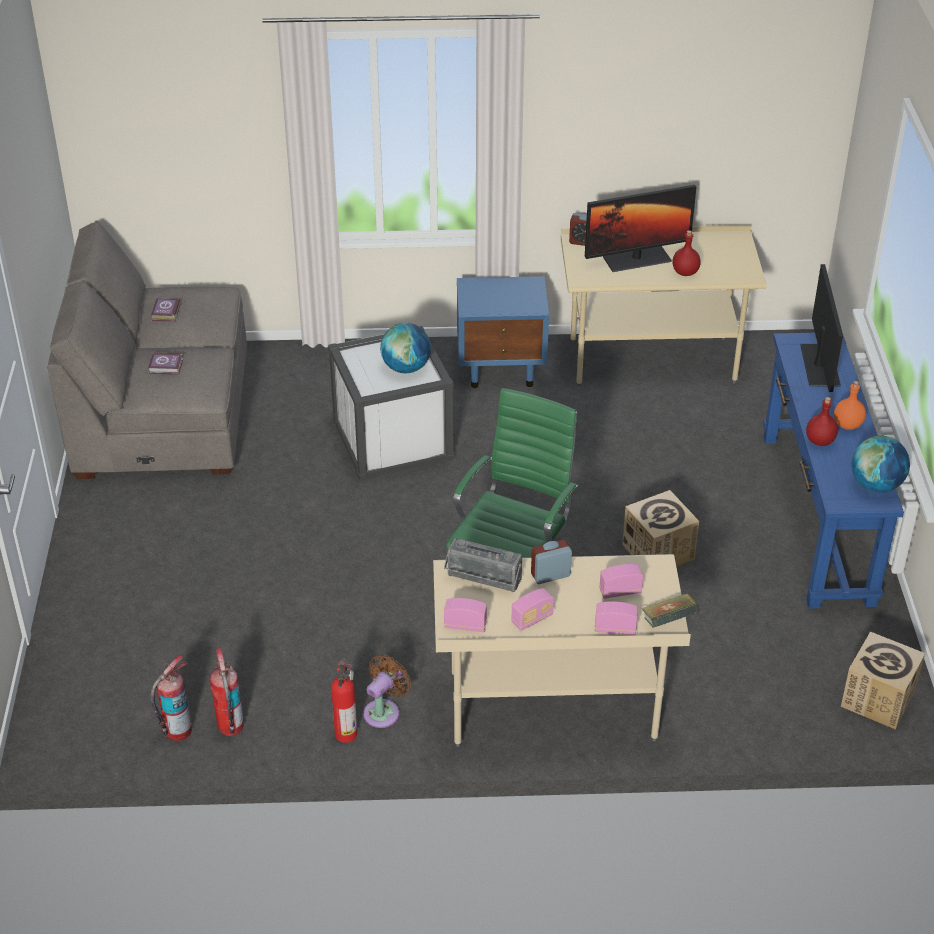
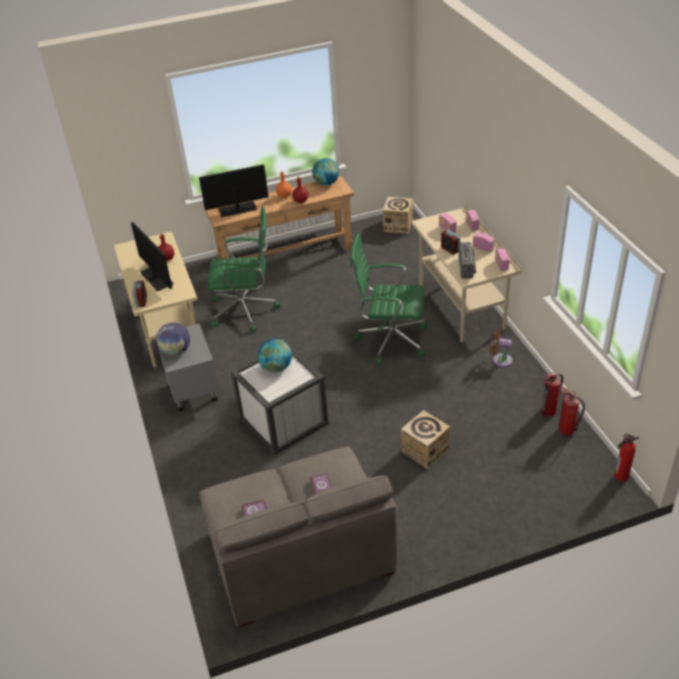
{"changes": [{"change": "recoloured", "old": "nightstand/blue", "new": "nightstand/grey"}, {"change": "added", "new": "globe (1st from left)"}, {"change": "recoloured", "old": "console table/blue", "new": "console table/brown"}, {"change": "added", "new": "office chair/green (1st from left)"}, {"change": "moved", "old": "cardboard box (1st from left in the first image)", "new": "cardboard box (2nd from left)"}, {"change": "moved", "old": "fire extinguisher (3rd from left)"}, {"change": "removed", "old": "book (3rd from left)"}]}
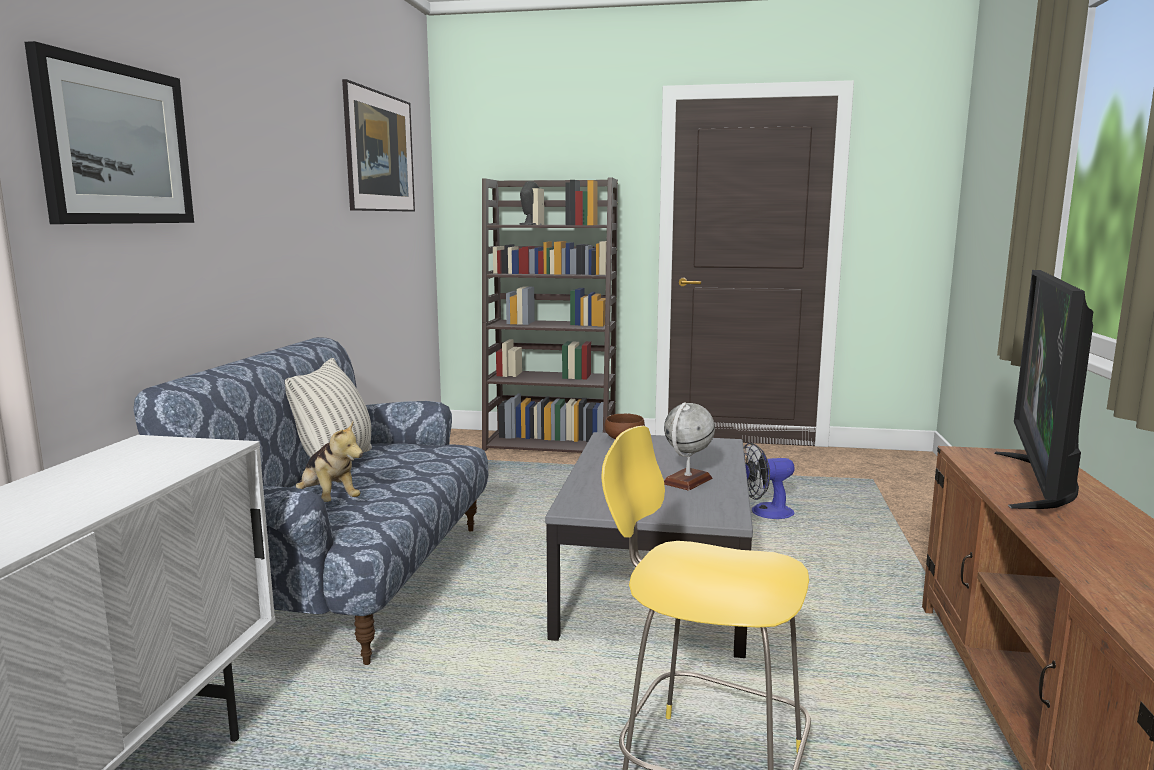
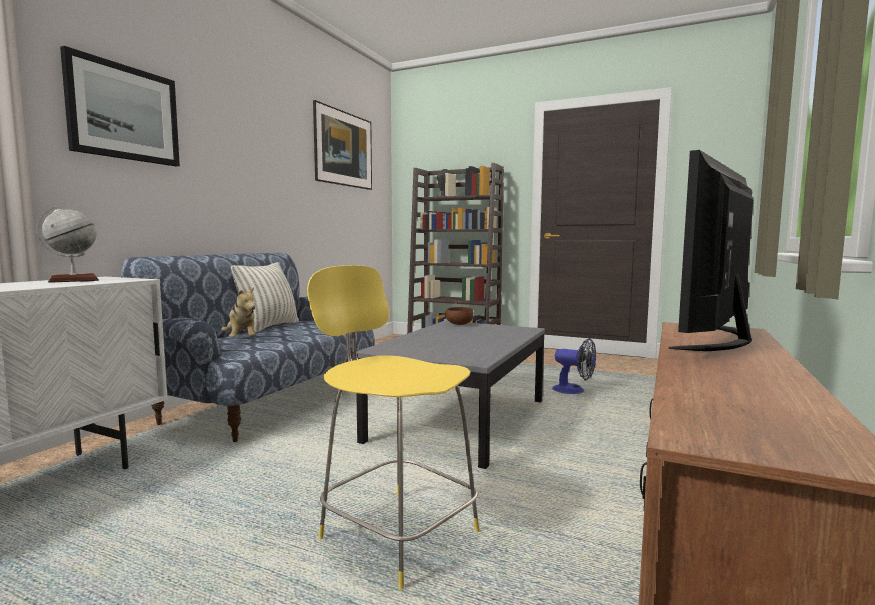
{"changes": [{"change": "moved", "old": "globe"}, {"change": "turned", "old": "fan", "degrees": -150}]}
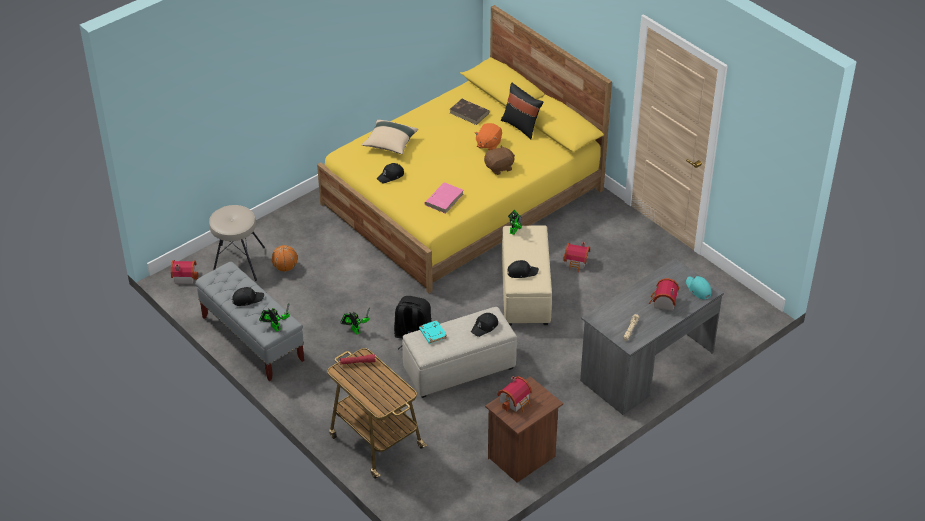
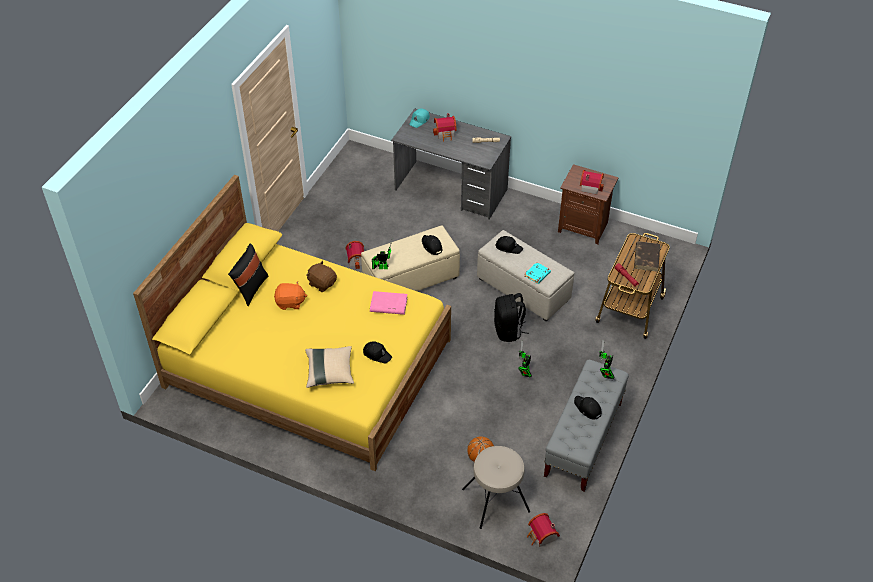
{"changes": [{"change": "moved", "old": "book/brown"}]}
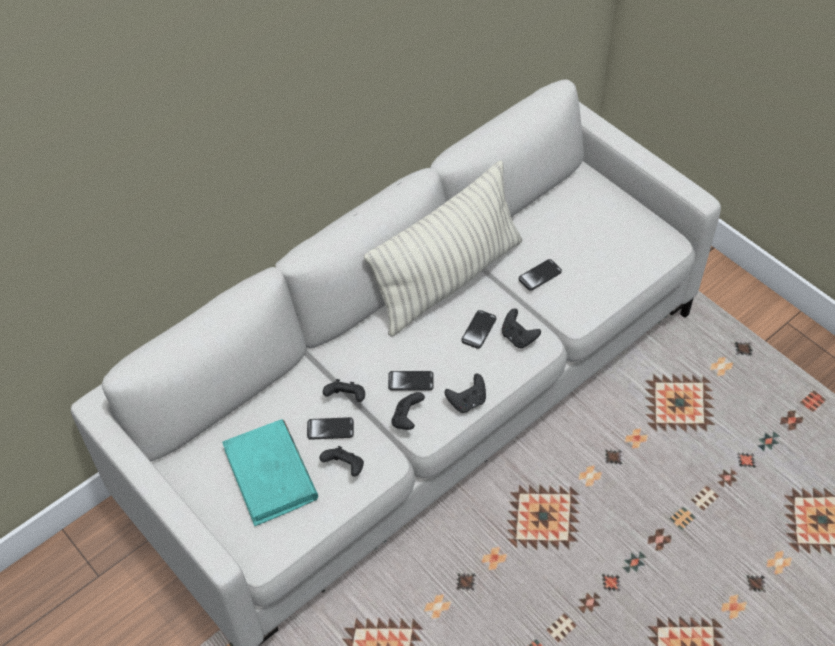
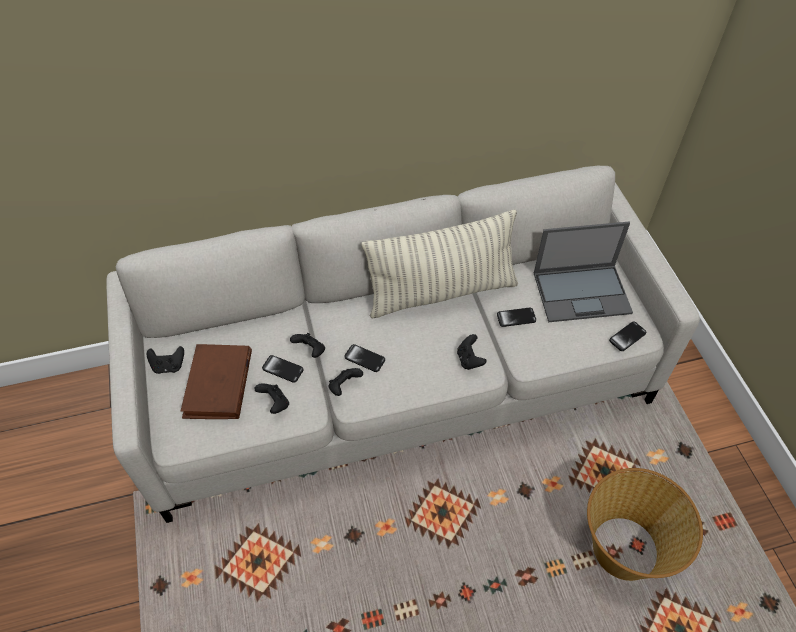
{"changes": [{"change": "moved", "old": "game controller/black (4th from left in the first image)", "new": "game controller/black (1st from left)"}, {"change": "recoloured", "old": "book/turquoise", "new": "book/brown"}, {"change": "added", "new": "laptop"}, {"change": "added", "new": "basket"}, {"change": "moved", "old": "phone (3rd from left in the first image)", "new": "phone (4th from left)"}]}
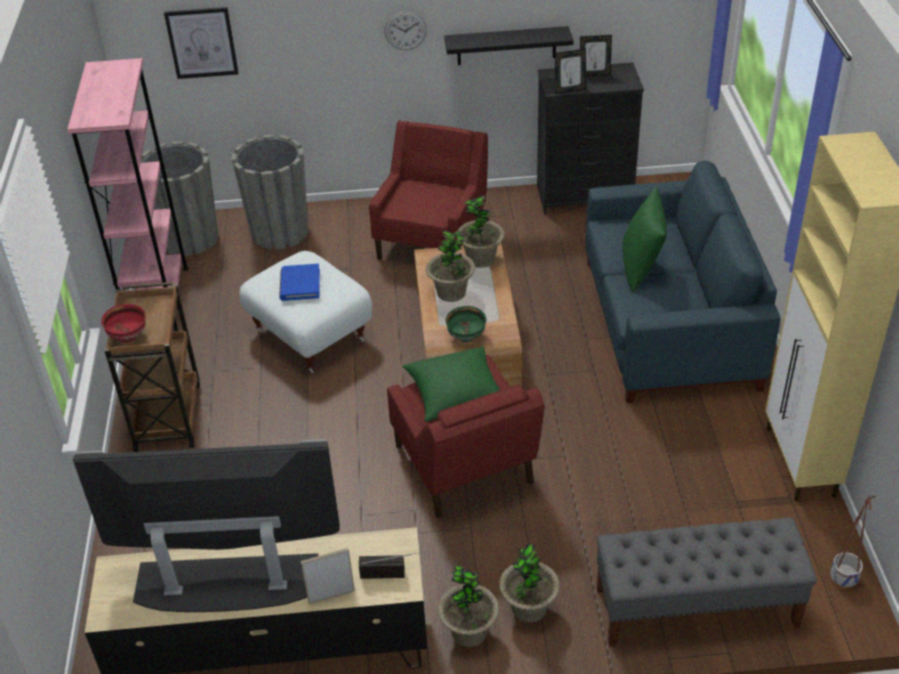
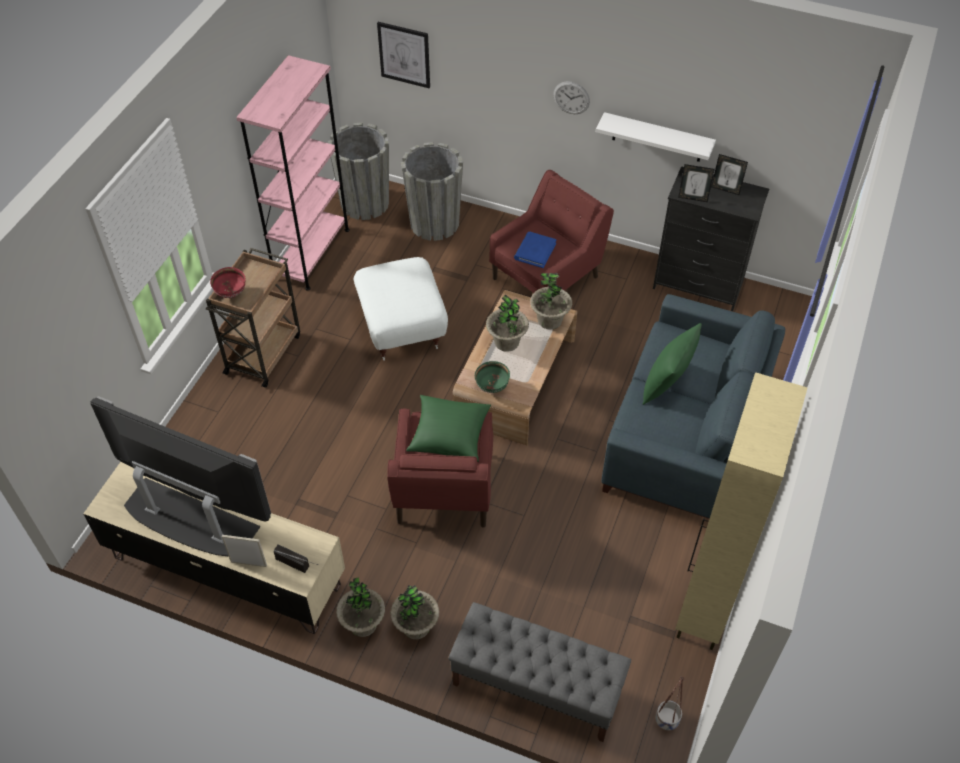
{"changes": [{"change": "moved", "old": "book/blue"}, {"change": "recoloured", "old": "shelf/black", "new": "shelf/white"}]}
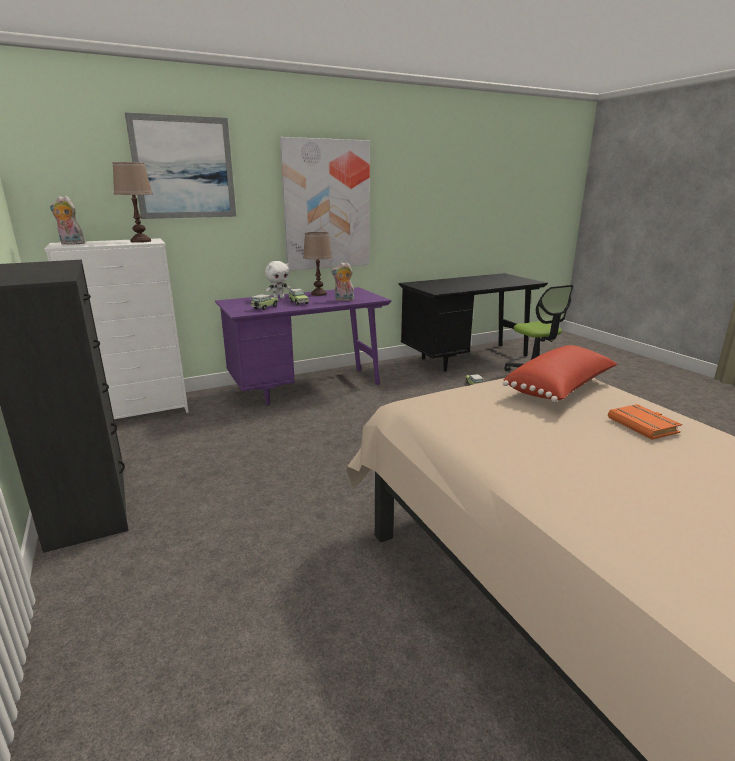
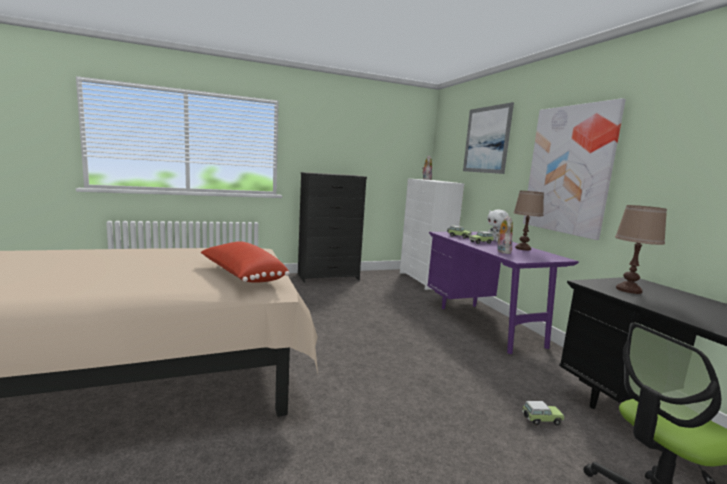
{"changes": [{"change": "moved", "old": "table lamp/brown (1st from left in the first image)", "new": "table lamp/brown (2nd from left)"}, {"change": "removed", "old": "book/orange"}]}
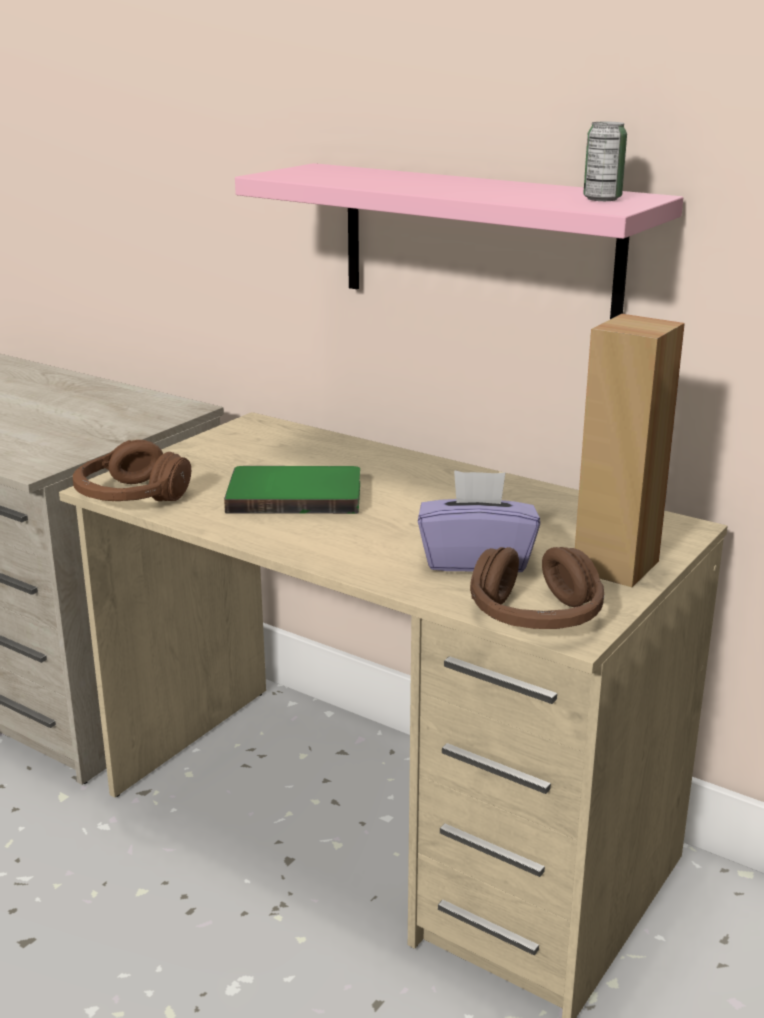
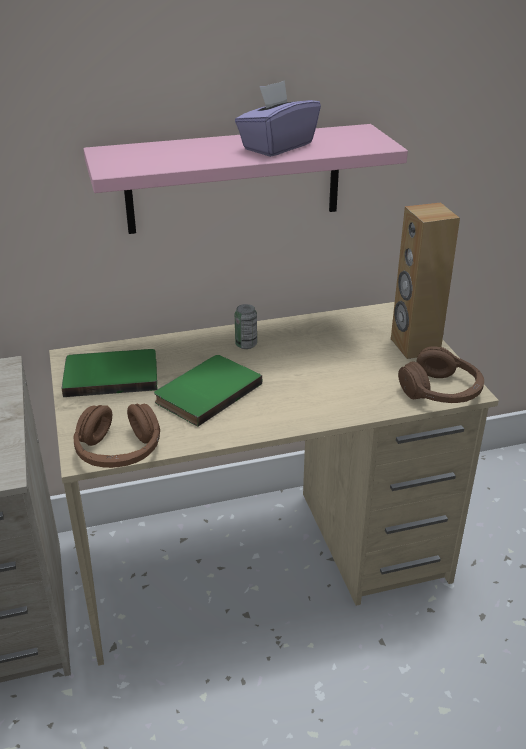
{"changes": [{"change": "added", "new": "book/green (1st from left)"}, {"change": "moved", "old": "tissue box/purple"}, {"change": "moved", "old": "can"}]}
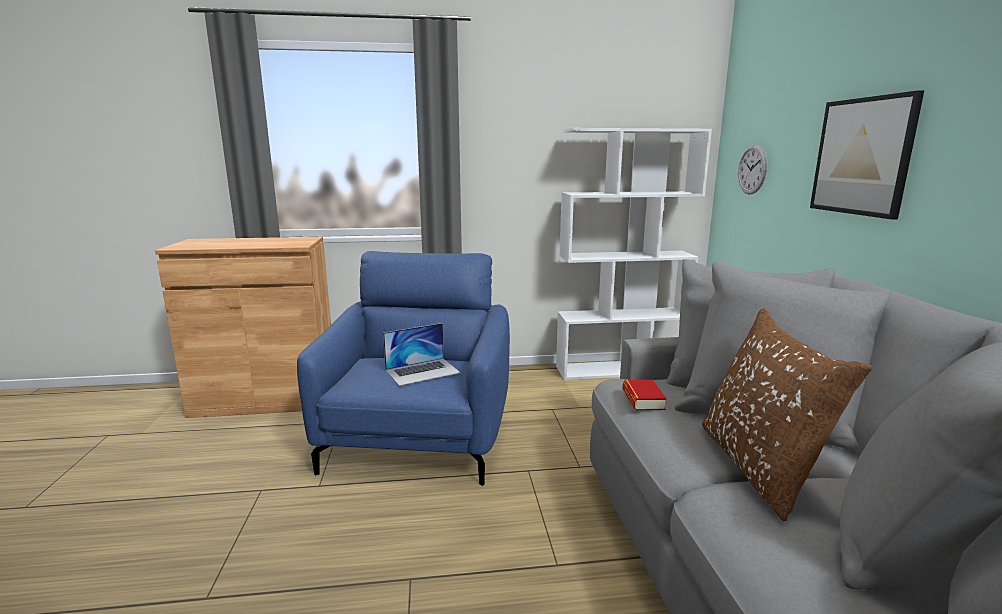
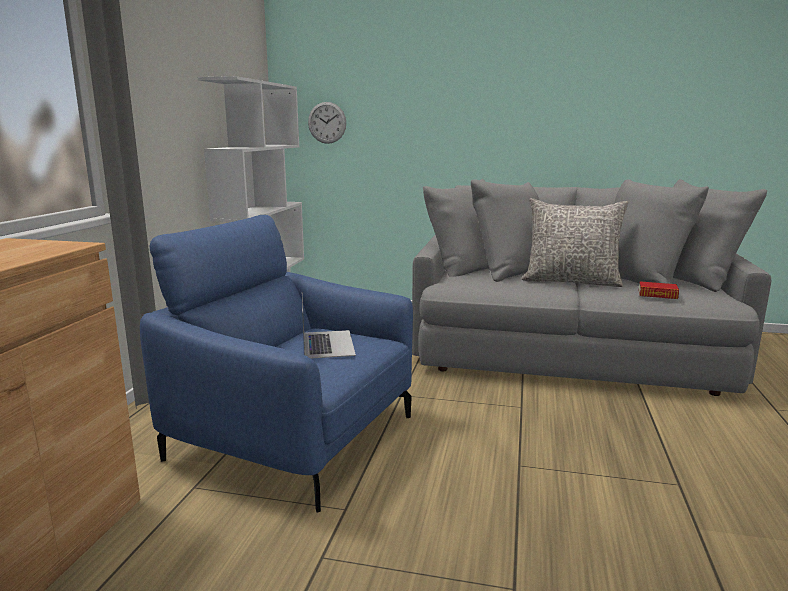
{"changes": [{"change": "recoloured", "old": "pillow/brown", "new": "pillow/grey"}, {"change": "moved", "old": "book"}, {"change": "removed", "old": "picture"}]}
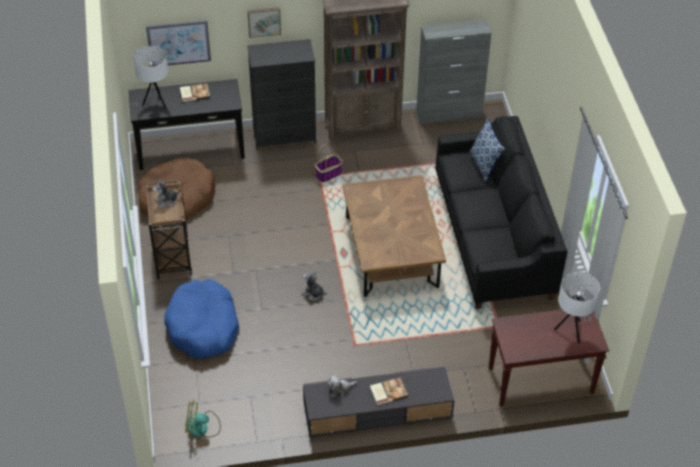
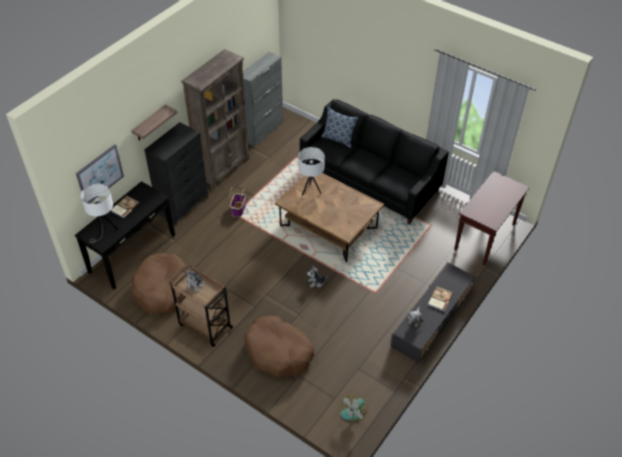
{"changes": [{"change": "replaced", "old": "picture (2nd from left)", "new": "shelf"}, {"change": "recoloured", "old": "dog bed/blue", "new": "dog bed/brown (2nd from left)"}, {"change": "moved", "old": "table lamp/white (2nd from left)"}]}
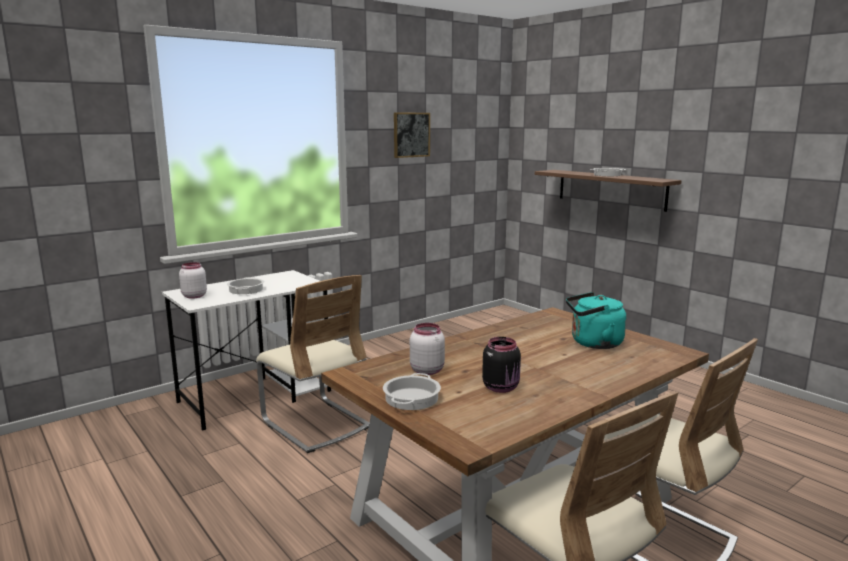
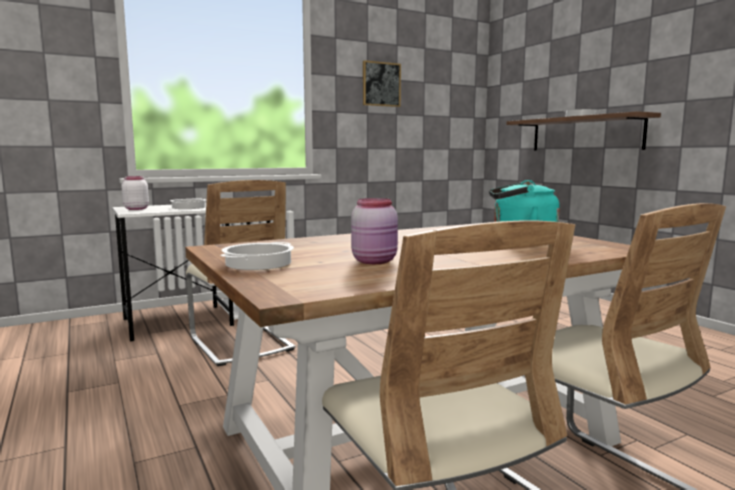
{"changes": [{"change": "recoloured", "old": "jar/black", "new": "jar/pink"}, {"change": "removed", "old": "jar/white (2nd from left)"}]}
